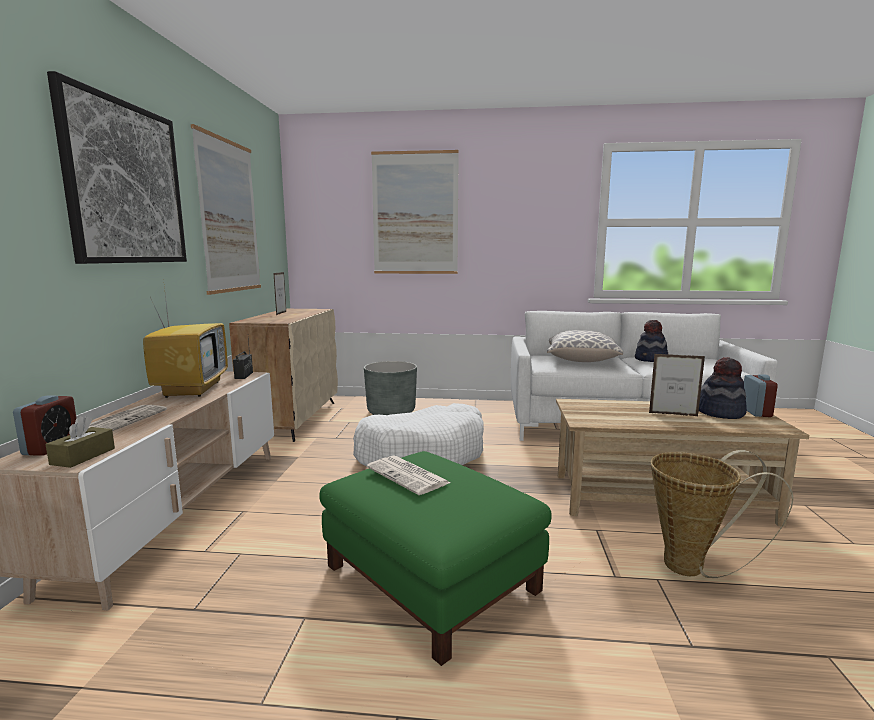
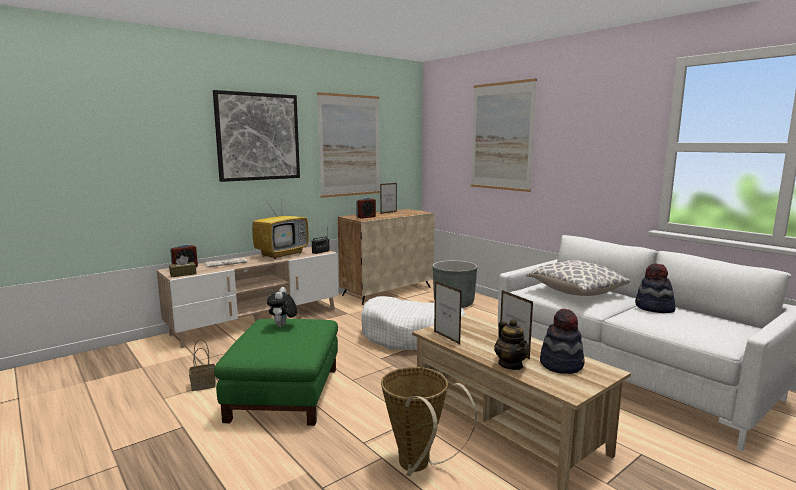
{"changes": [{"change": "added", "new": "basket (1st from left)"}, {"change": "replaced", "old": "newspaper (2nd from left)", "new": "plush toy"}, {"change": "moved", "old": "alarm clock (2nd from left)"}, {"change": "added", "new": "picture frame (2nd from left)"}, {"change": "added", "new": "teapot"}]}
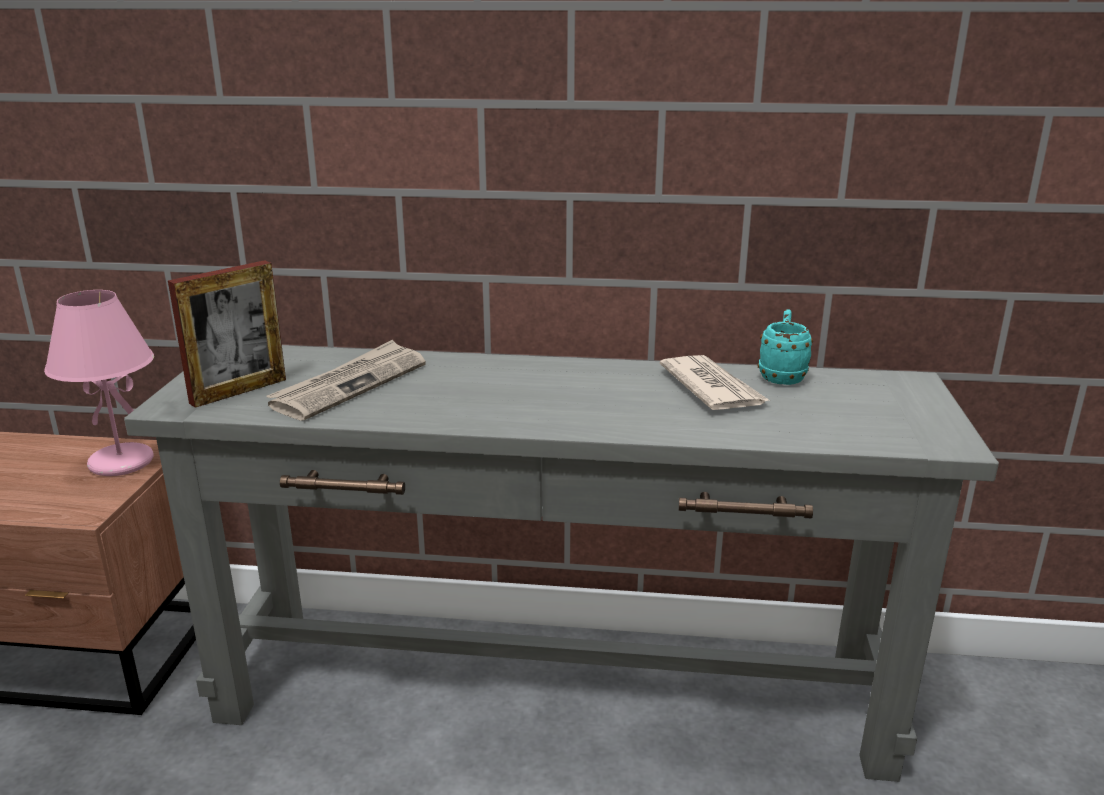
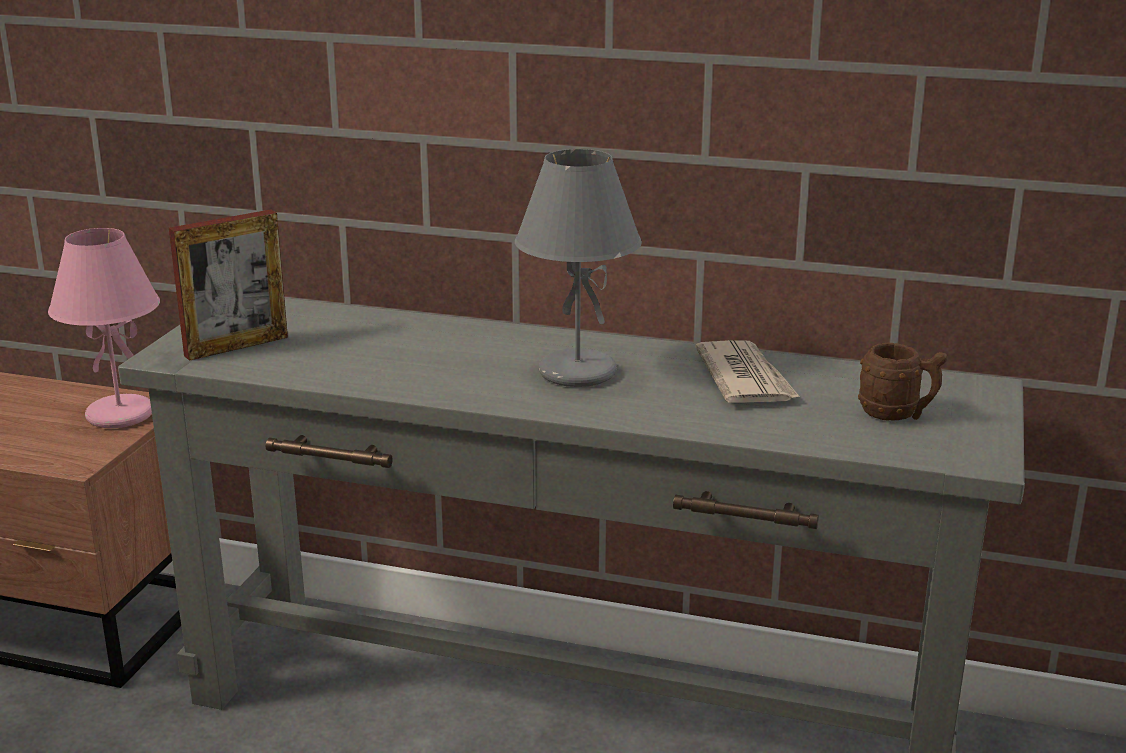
{"changes": [{"change": "added", "new": "table lamp/grey"}, {"change": "added", "new": "mug/brown"}, {"change": "removed", "old": "newspaper (1st from left)"}, {"change": "removed", "old": "mug/turquoise"}]}
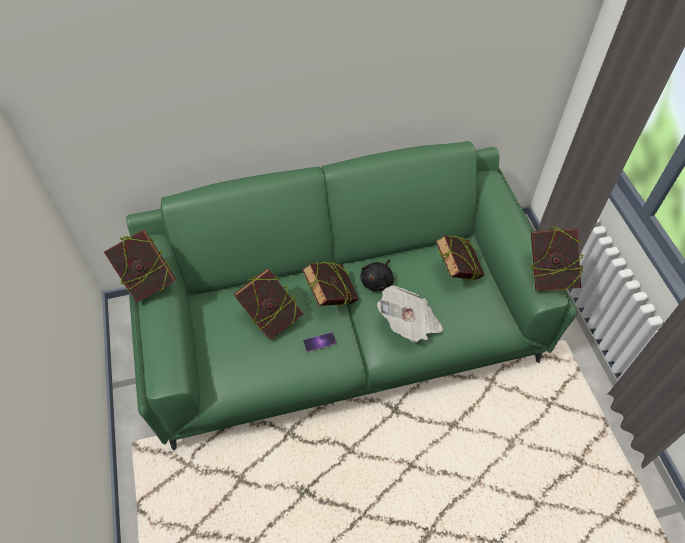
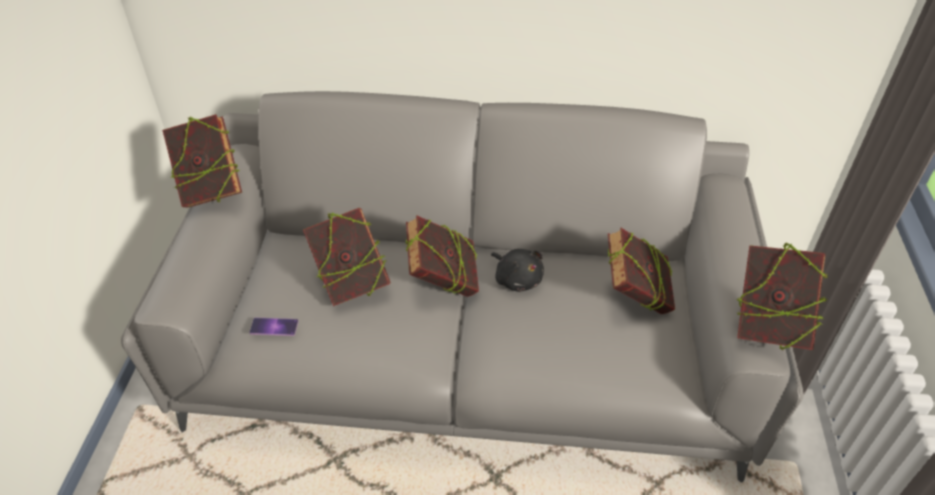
{"changes": [{"change": "recoloured", "old": "sofa/green", "new": "sofa/grey"}, {"change": "moved", "old": "phone"}, {"change": "turned", "old": "plush toy/black", "degrees": -90}, {"change": "removed", "old": "newspaper"}]}
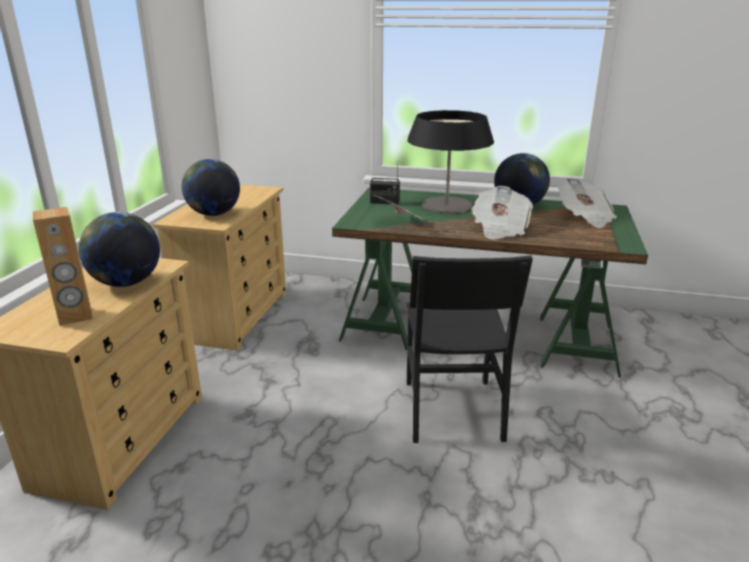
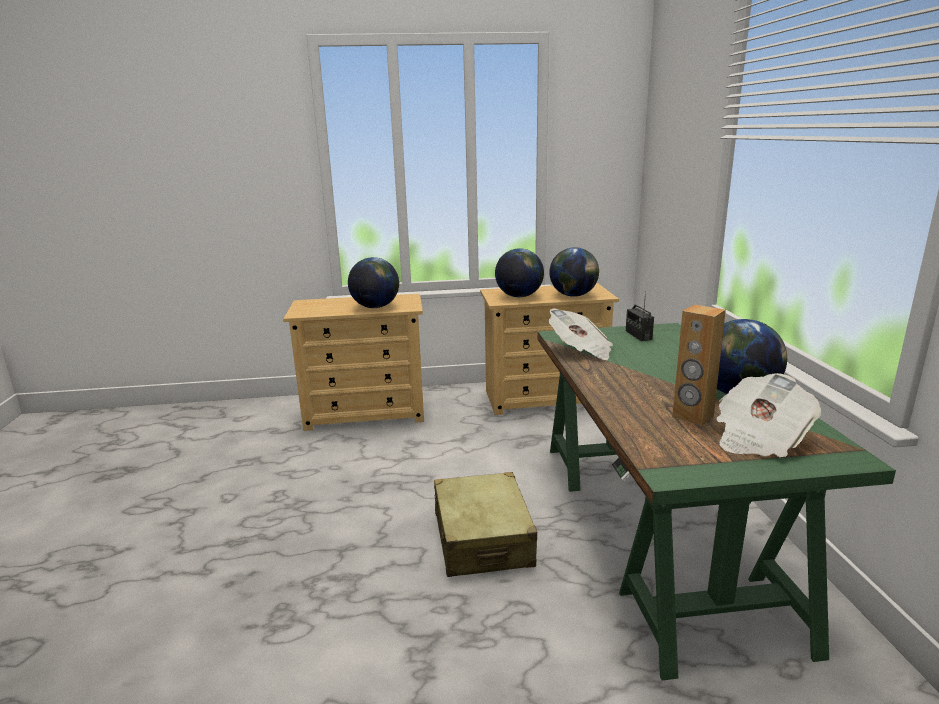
{"changes": [{"change": "replaced", "old": "chair/black", "new": "suitcase/beige"}, {"change": "added", "new": "globe (3rd from left)"}, {"change": "moved", "old": "speaker/brown"}, {"change": "removed", "old": "table lamp"}, {"change": "removed", "old": "newspaper (2nd from left)"}]}
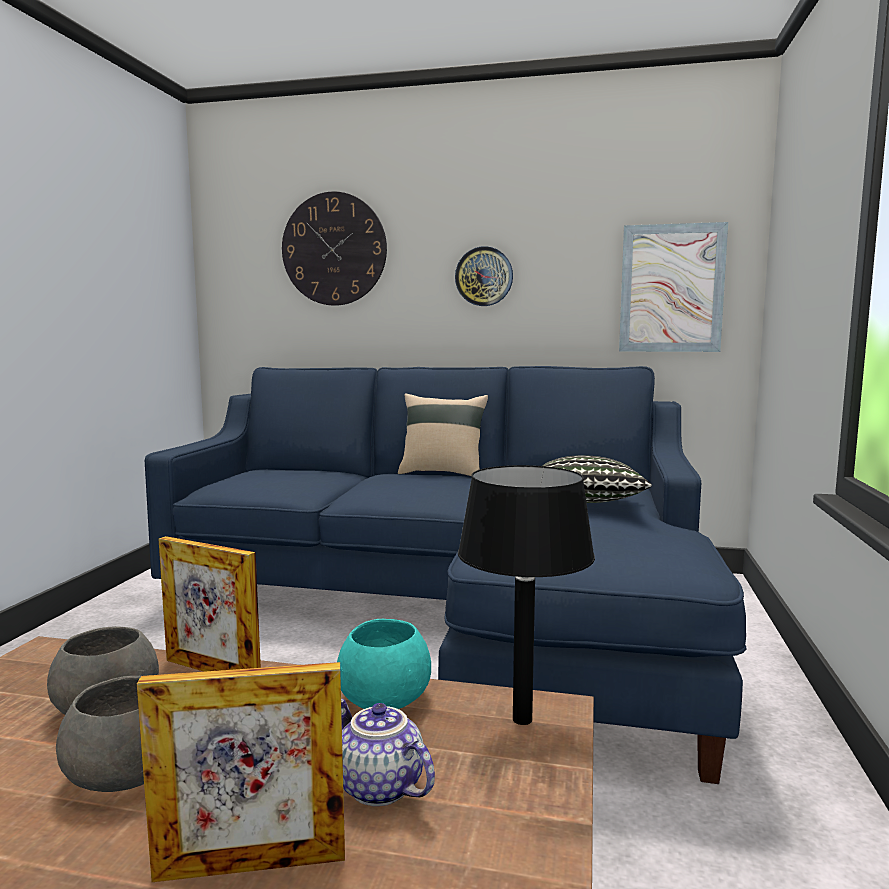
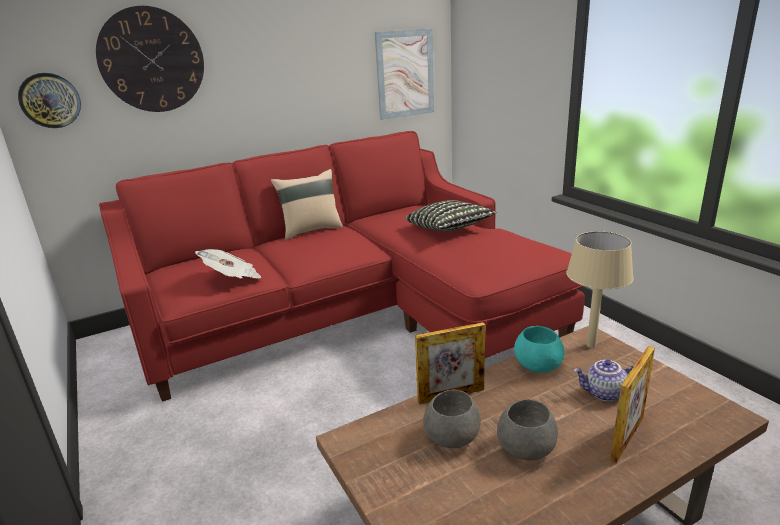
{"changes": [{"change": "moved", "old": "wall clock (2nd from left in the first image)", "new": "wall clock (1st from left)"}, {"change": "recoloured", "old": "sofa/blue", "new": "sofa/red"}, {"change": "added", "new": "newspaper"}, {"change": "recoloured", "old": "table lamp/black", "new": "table lamp/beige"}]}
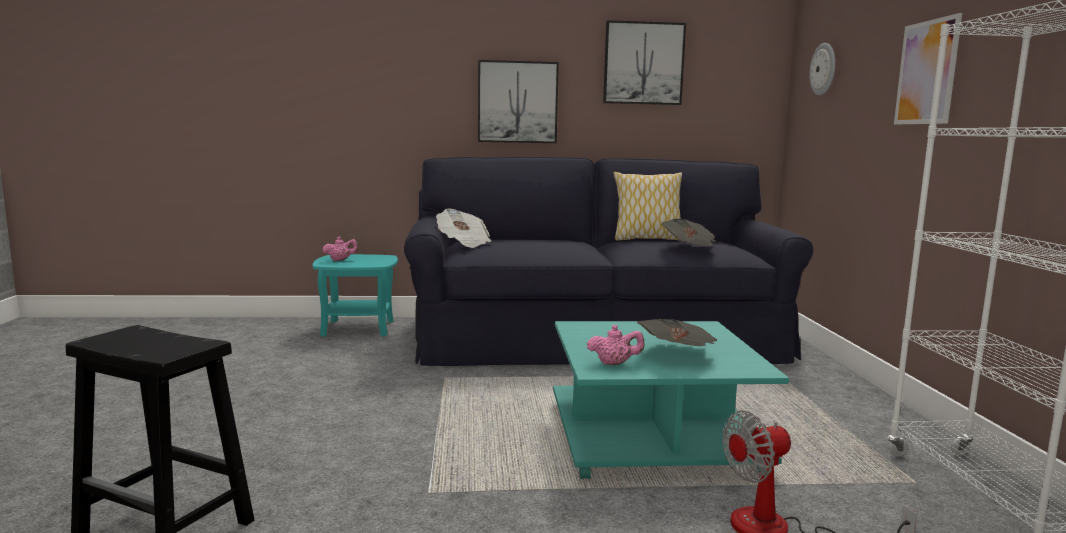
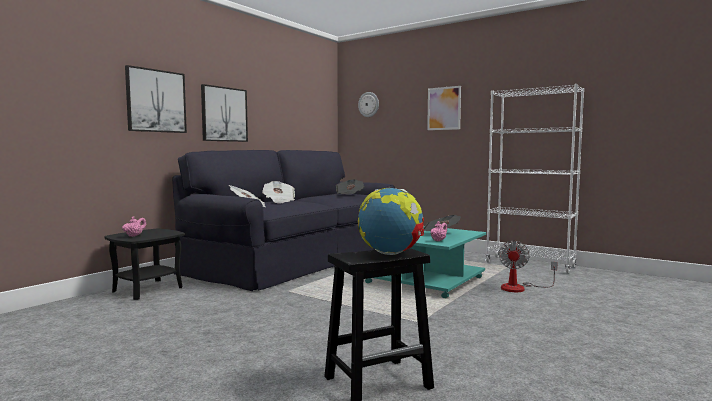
{"changes": [{"change": "recoloured", "old": "side table/turquoise", "new": "side table/black"}, {"change": "moved", "old": "picture (2nd from left in the first image)", "new": "picture (1st from left)"}, {"change": "added", "new": "newspaper (2nd from left)"}, {"change": "added", "new": "globe"}, {"change": "removed", "old": "pillow"}]}
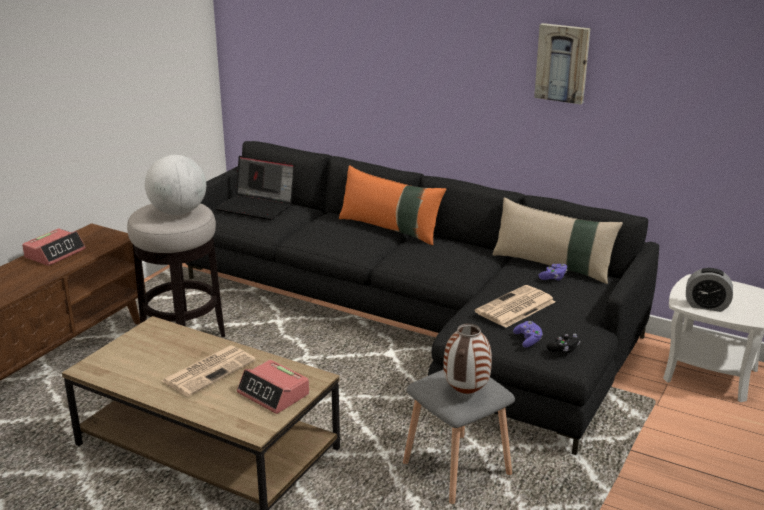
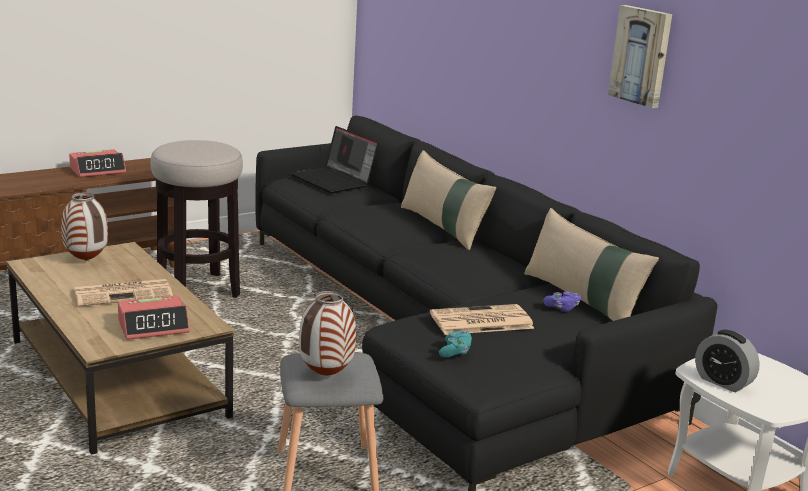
{"changes": [{"change": "added", "new": "vase (1st from left)"}, {"change": "turned", "old": "alarm clock (2nd from left)", "degrees": -90}, {"change": "recoloured", "old": "pillow/orange", "new": "pillow/beige (1st from left)"}, {"change": "recoloured", "old": "game controller/purple (1st from left)", "new": "game controller/turquoise"}, {"change": "removed", "old": "globe"}, {"change": "removed", "old": "game controller/black"}]}
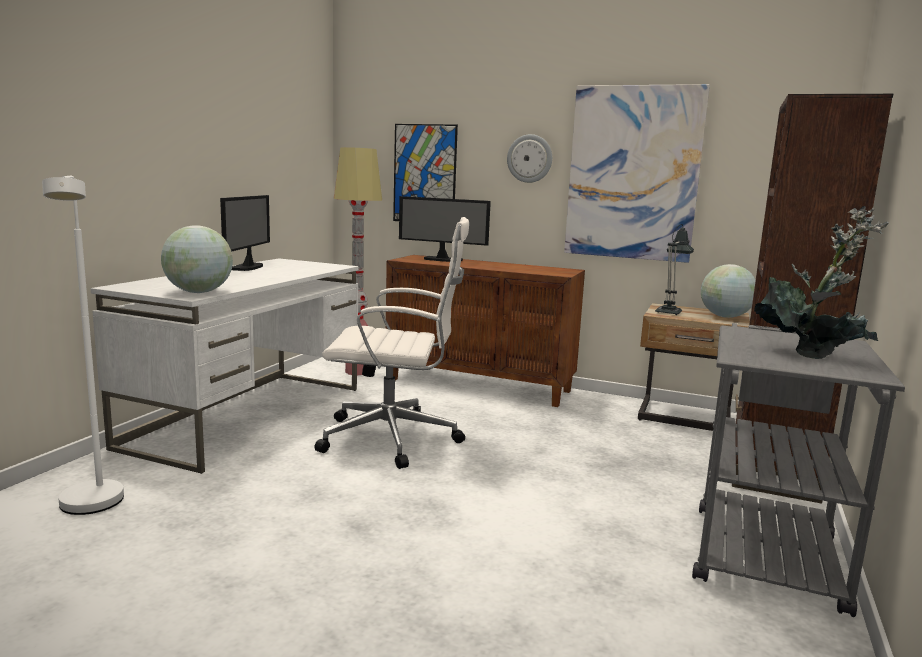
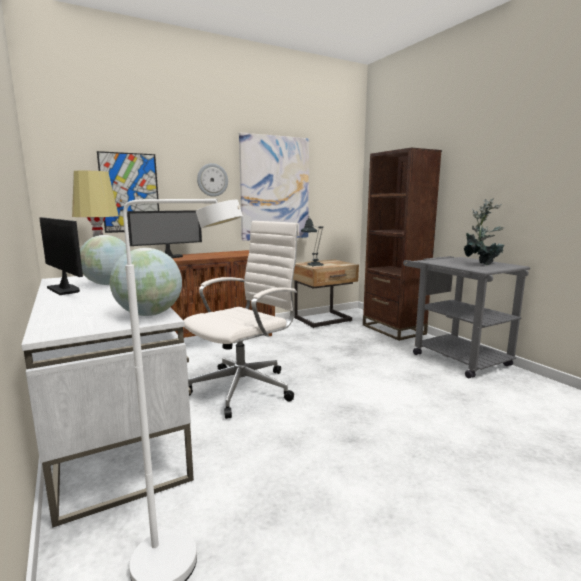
{"changes": [{"change": "moved", "old": "globe (2nd from left in the first image)", "new": "globe (1st from left)"}]}
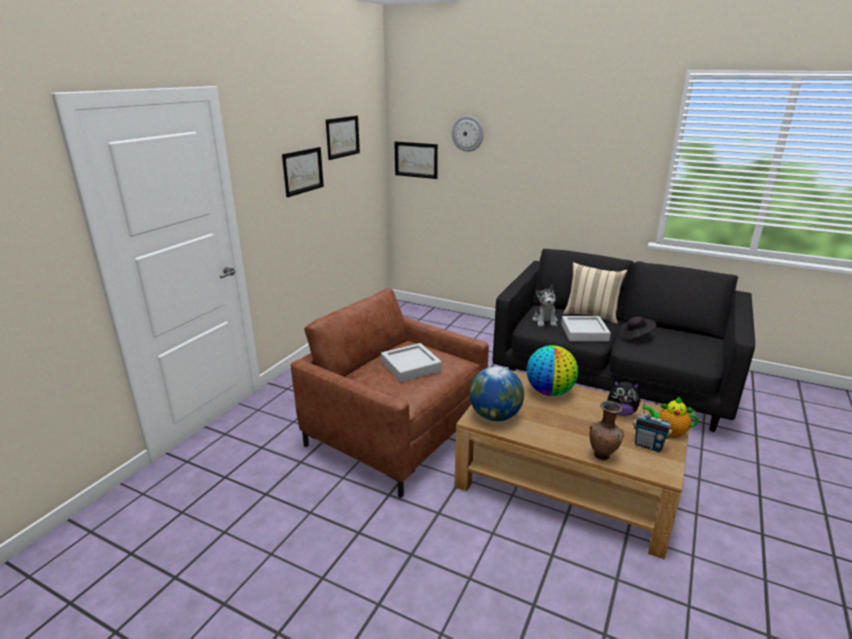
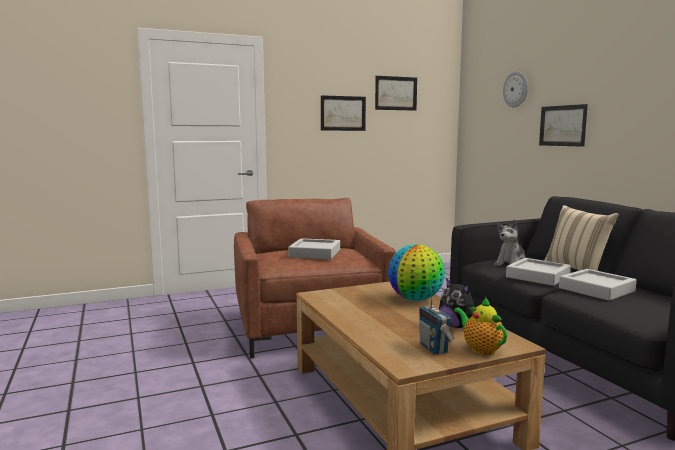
{"changes": [{"change": "moved", "old": "picture (3rd from left)"}, {"change": "replaced", "old": "hat/black", "new": "tray/grey (3rd from left)"}, {"change": "removed", "old": "globe (1st from left)"}, {"change": "removed", "old": "vase/brown"}]}
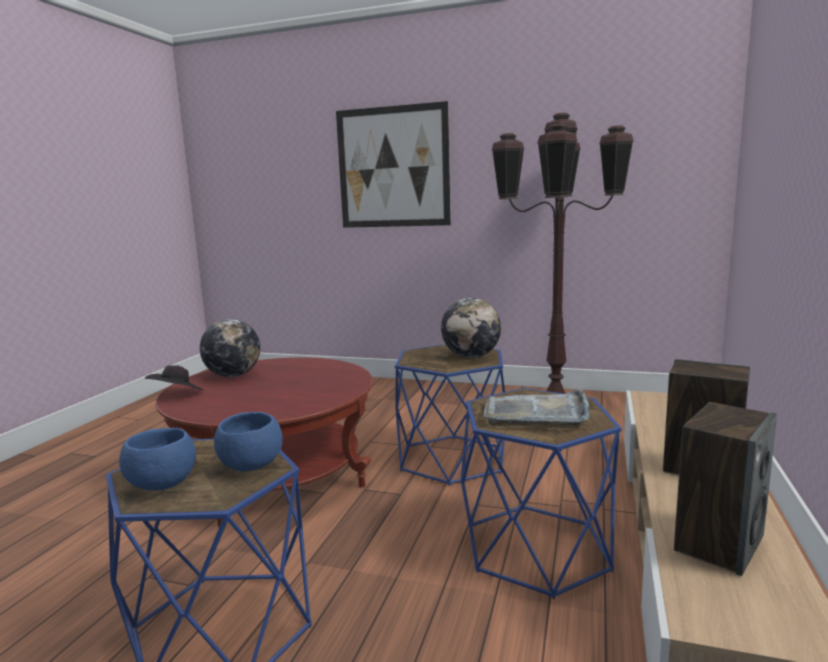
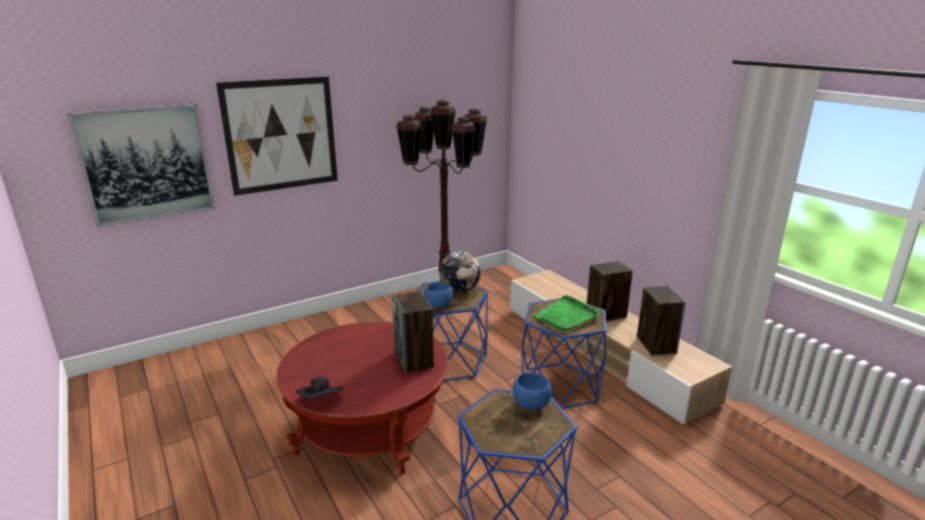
{"changes": [{"change": "added", "new": "picture (1st from left)"}, {"change": "added", "new": "speaker (1st from left)"}, {"change": "moved", "old": "bowl/blue (1st from left)"}, {"change": "recoloured", "old": "tray/grey", "new": "tray/green"}, {"change": "removed", "old": "globe (1st from left)"}]}
